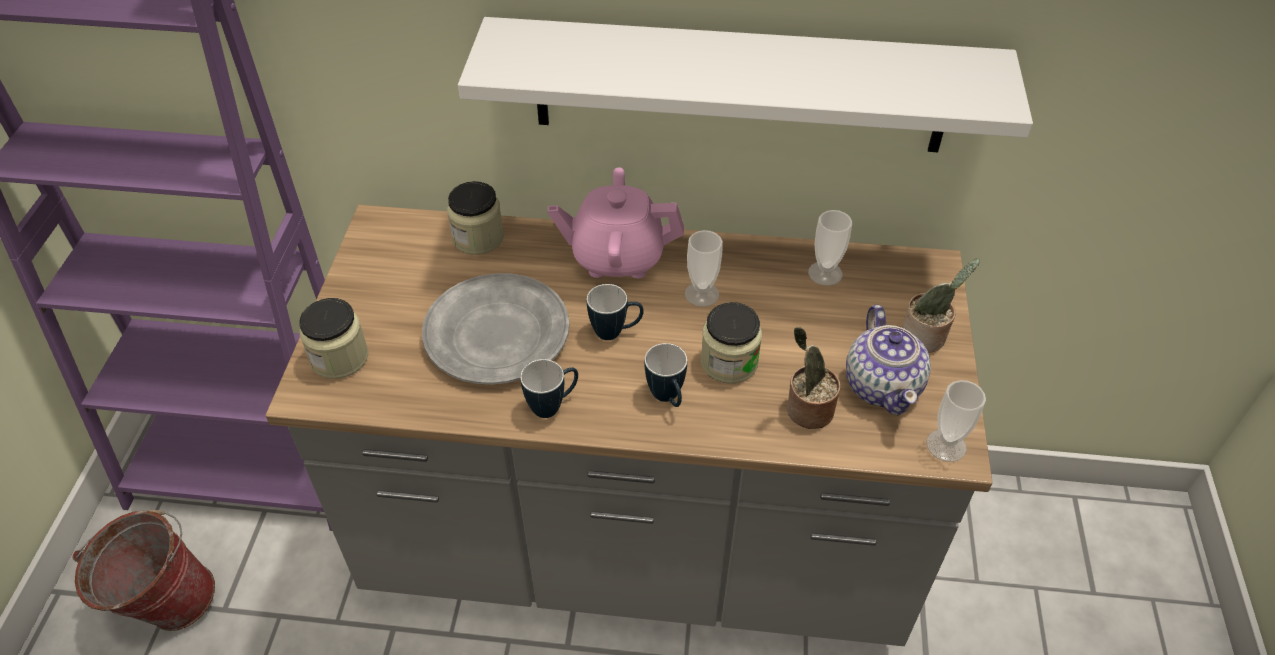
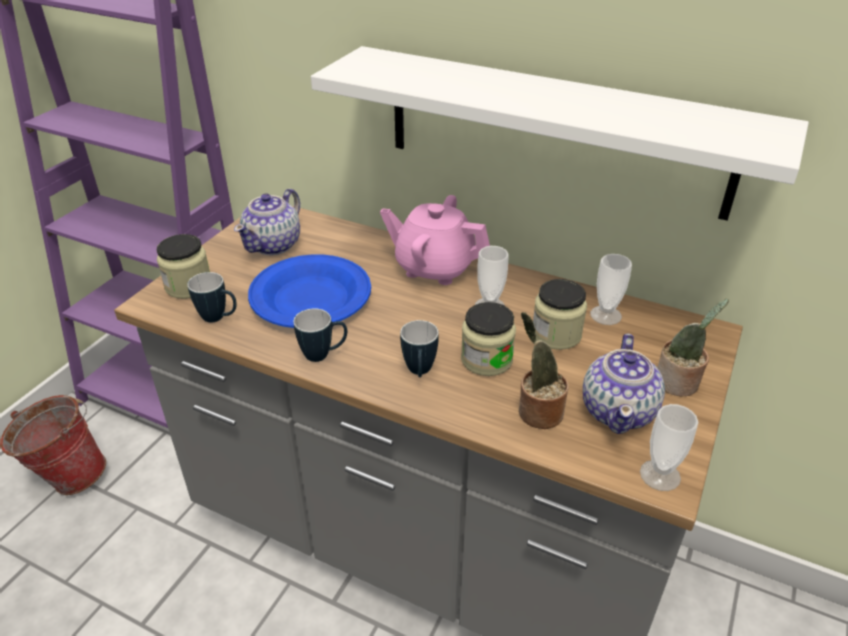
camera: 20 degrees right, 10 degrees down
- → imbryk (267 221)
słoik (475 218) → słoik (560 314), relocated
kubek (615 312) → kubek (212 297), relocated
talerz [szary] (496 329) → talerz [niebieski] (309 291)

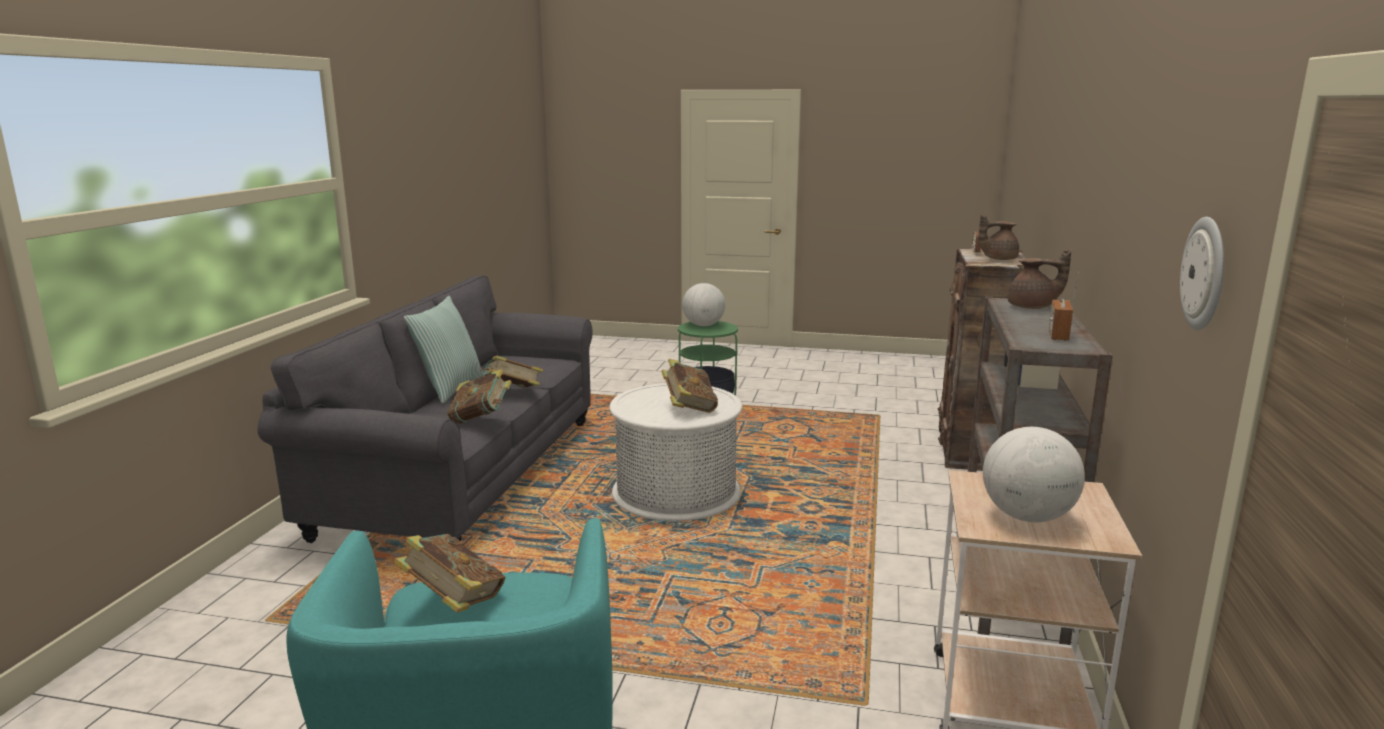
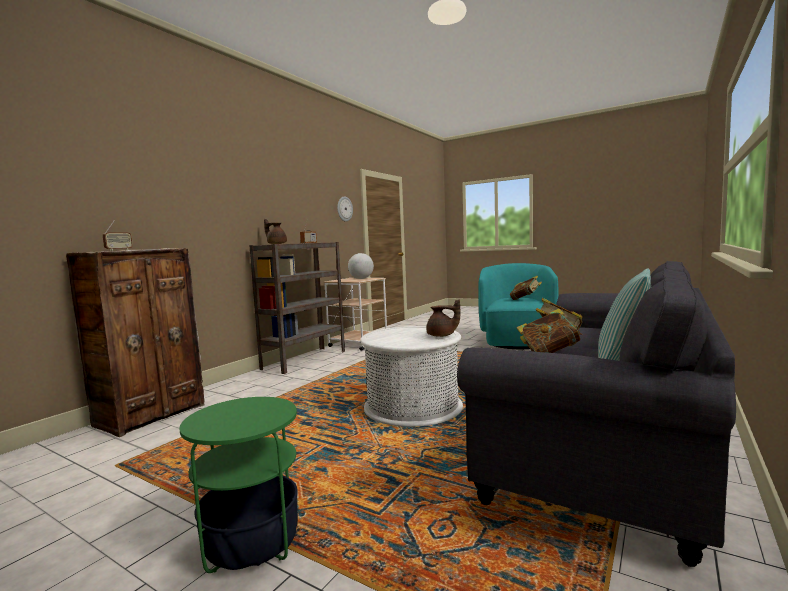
camera: 160 degrees left, 10 degrees down
książka (689 386) → -
globus (703 304) → -
imbryk [brązowy] (998 237) → imbryk [brązowy] (443 318), relocated

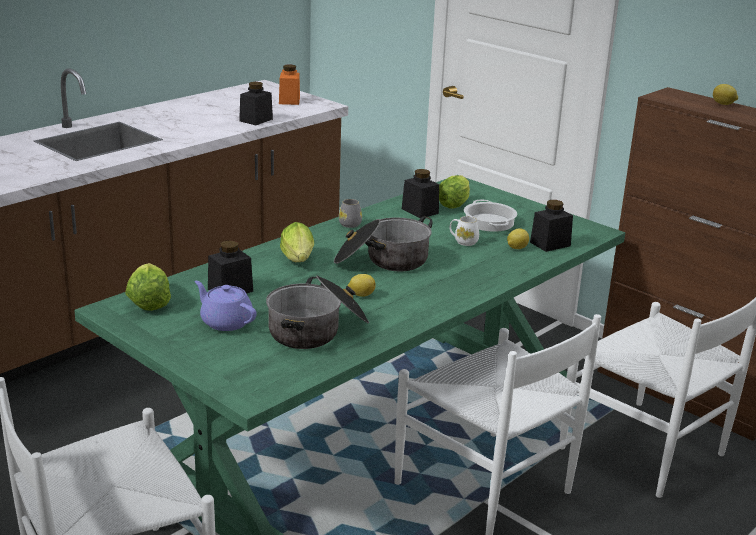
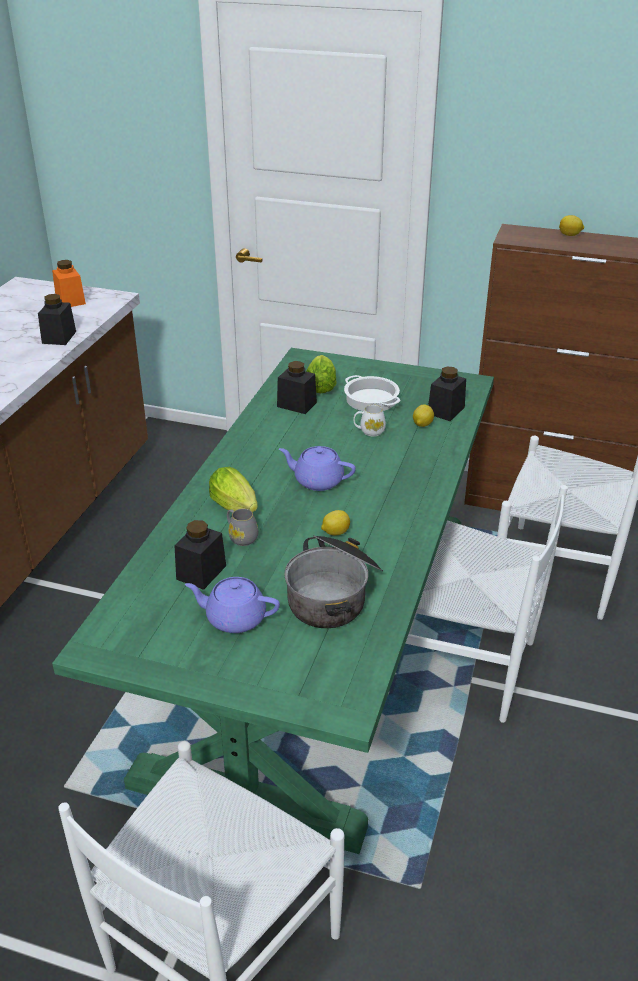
camera: 25 degrees left, 10 degrees up
sałata (148 287) → -
kubek [szary] (350 213) → kubek [szary] (242 527), relocated
garnek (383 243) → imbryk [fioletowy] (317 468)

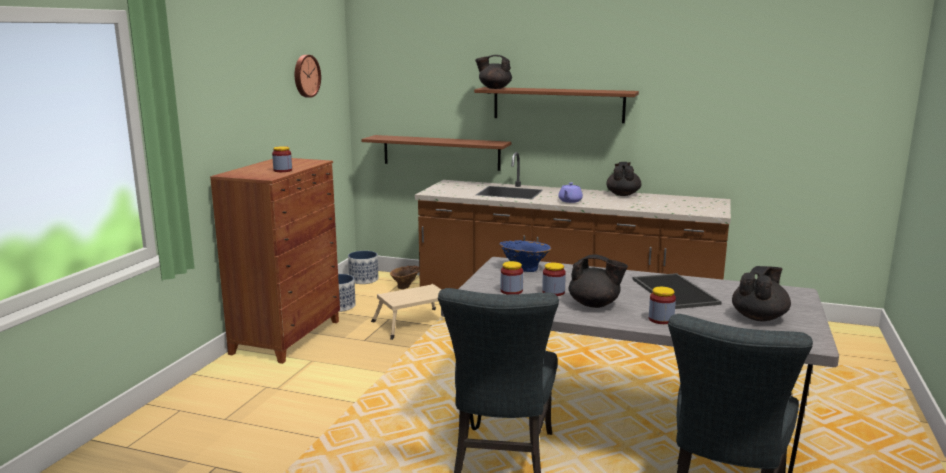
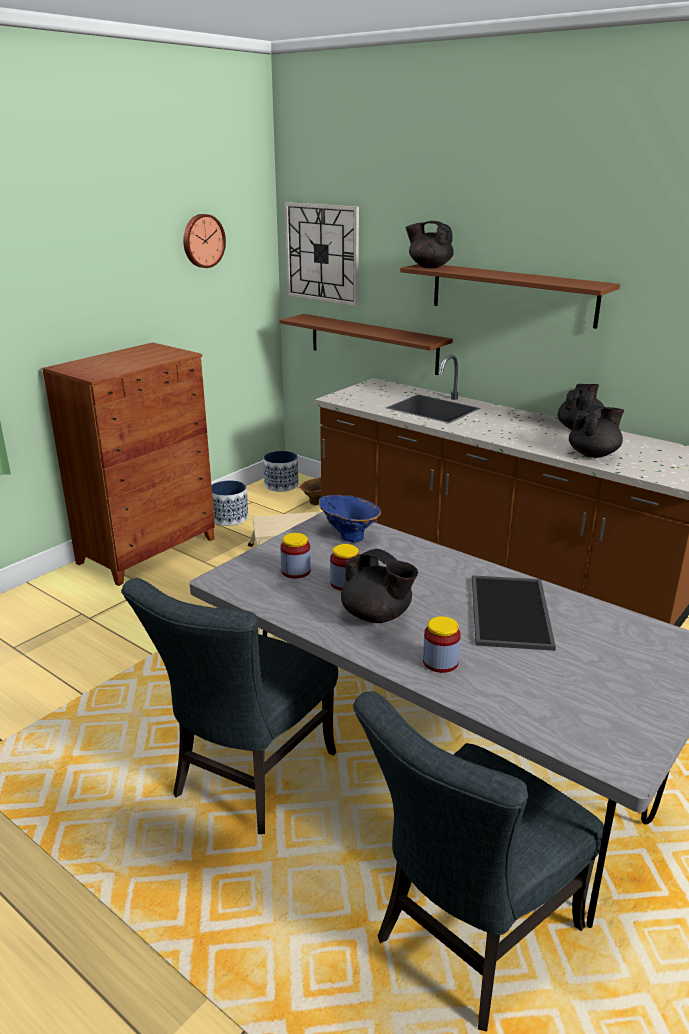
camera: 20 degrees right, 10 degrees up
słoik (282 159) → -
imbryk [fioletowy] (570 192) → -
- → zegar ścienny (321 254)
imbryk [czarny] (761 293) → imbryk [czarny] (596 431), relocated

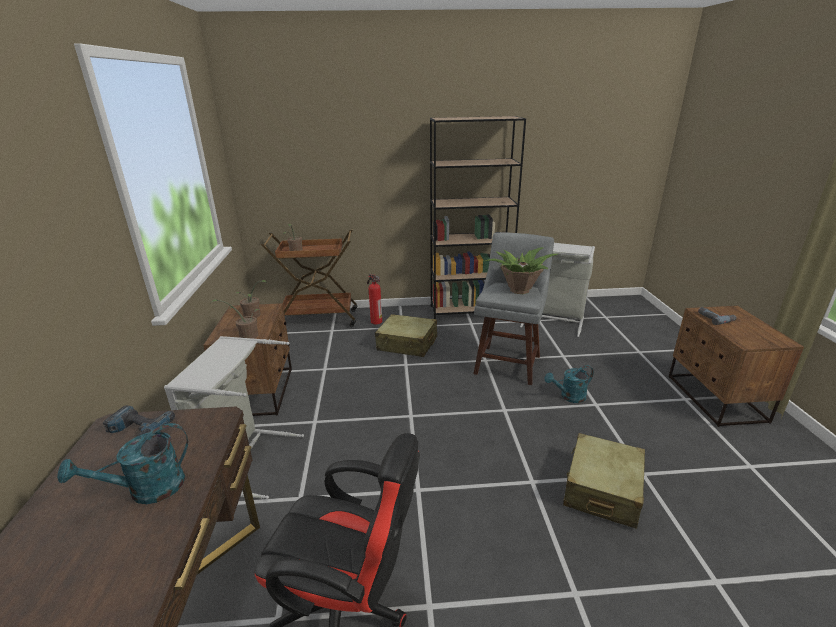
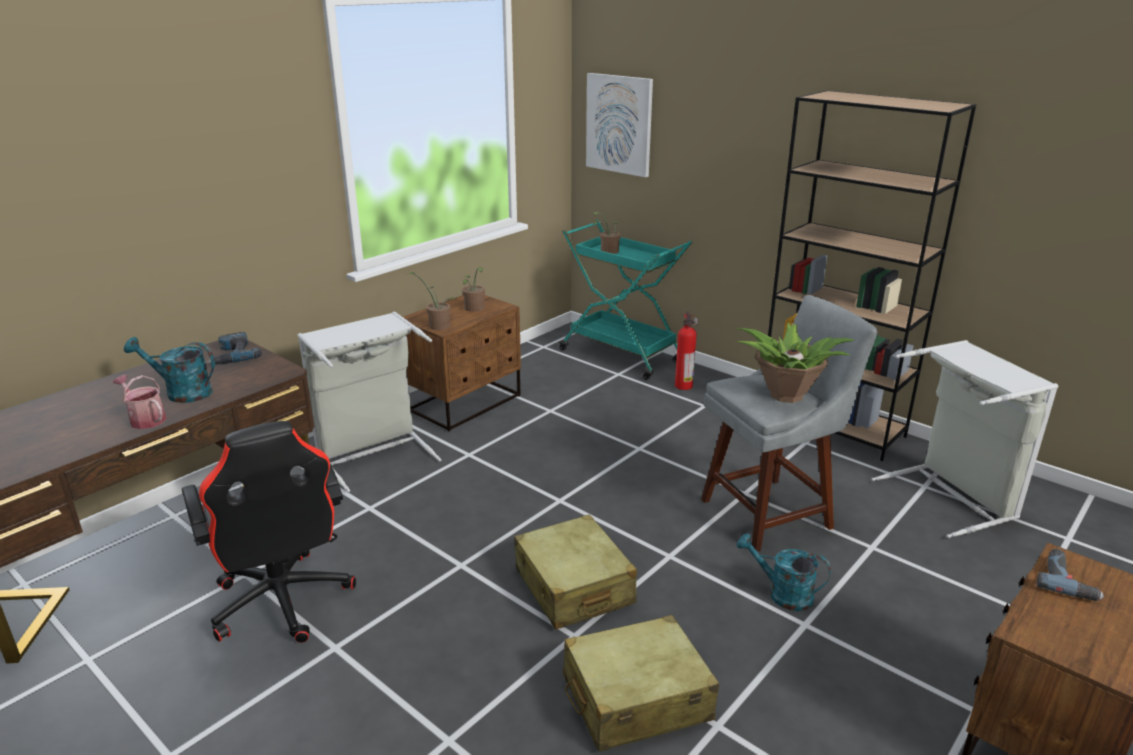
camera: 45 degrees right, 0 degrees up
- → konewka (140 402)
- → obraz (619 125)
walizka [beżowy] (406 335) → walizka [beżowy] (575 572), relocated
wózek [brązowy] (309 278) → wózek [turkusowy] (625 300)

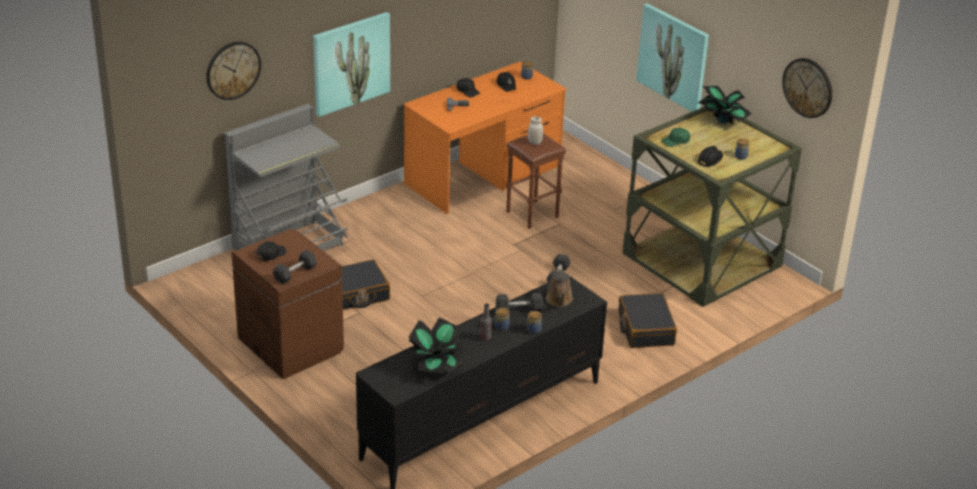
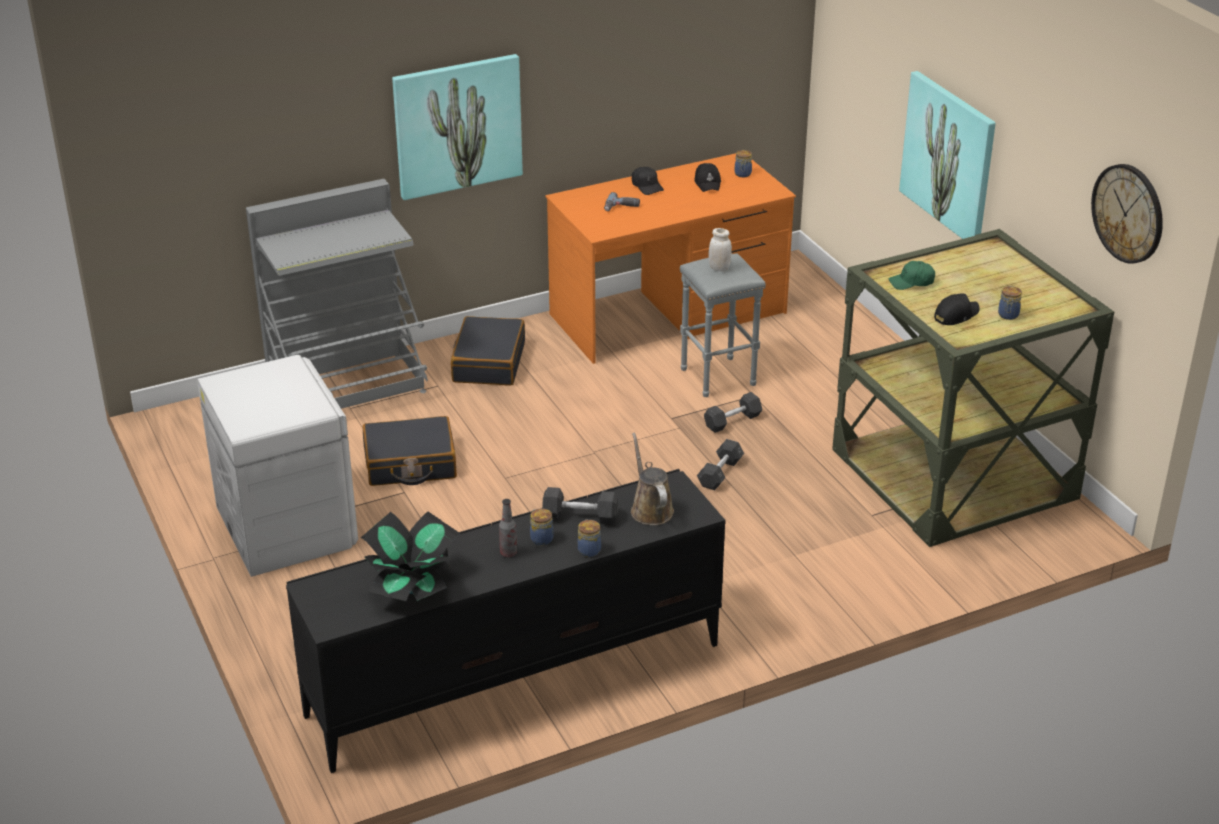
camera: 15 degrees right, 0 degrees up
zegar ścienny (233 71) → -
czapka z daszkiem [czarny] (271 251) → -
roślina doniczkowa (724 105) → -
hantel [szary] (295 267) → hantel [szary] (733 412), relocated
walizka [czarny] (648 320) → walizka [czarny] (488 351), relocated
pralka [brązowy] (288 304) → pralka [biały] (277 466)
stołek [brązowy] (536 181) → stołek [szary] (723 325)
konewka [brązowy] (559 286) → konewka [brązowy] (652 478), 150 degrees clockwise

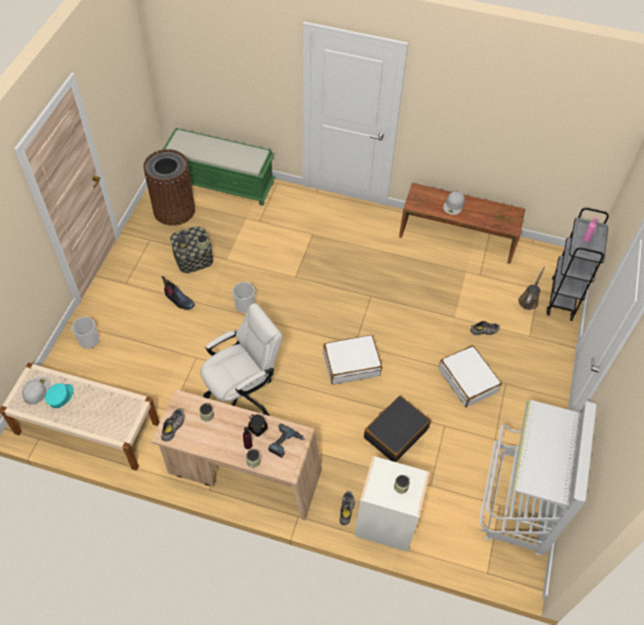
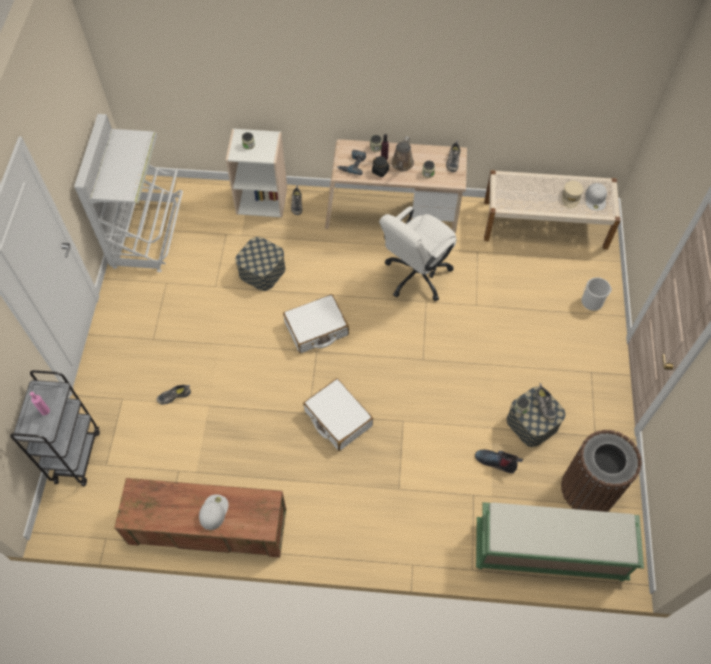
camera: 170 degrees right, 5 degrees up
wiadro (244 297) → -
but z cholewką (178 293) → but z cholewką (499 461), relocated
walizka [biały] (470 376) → walizka [biały] (338 414), relocated
konewka [brązowy] (531 288) → konewka [brązowy] (402 153), relocated
walizka [czarny] (397 429) → pojemnik do przechowywania (260 264)
czapka z daszkiem [turkusowy] (59 395) → czapka z daszkiem [beżowy] (572 195)

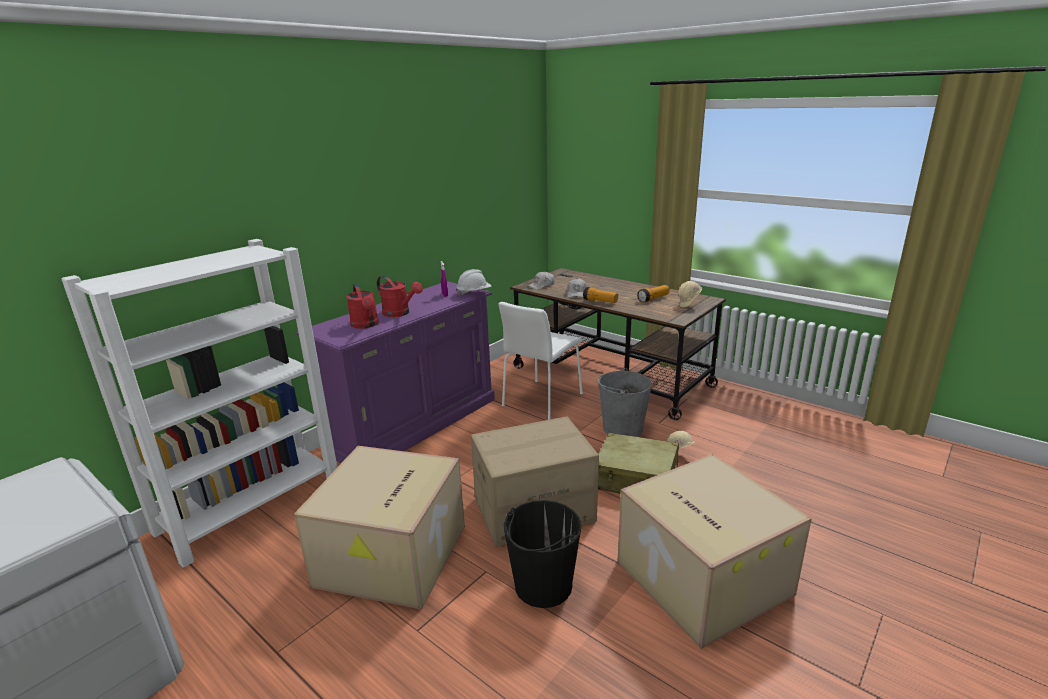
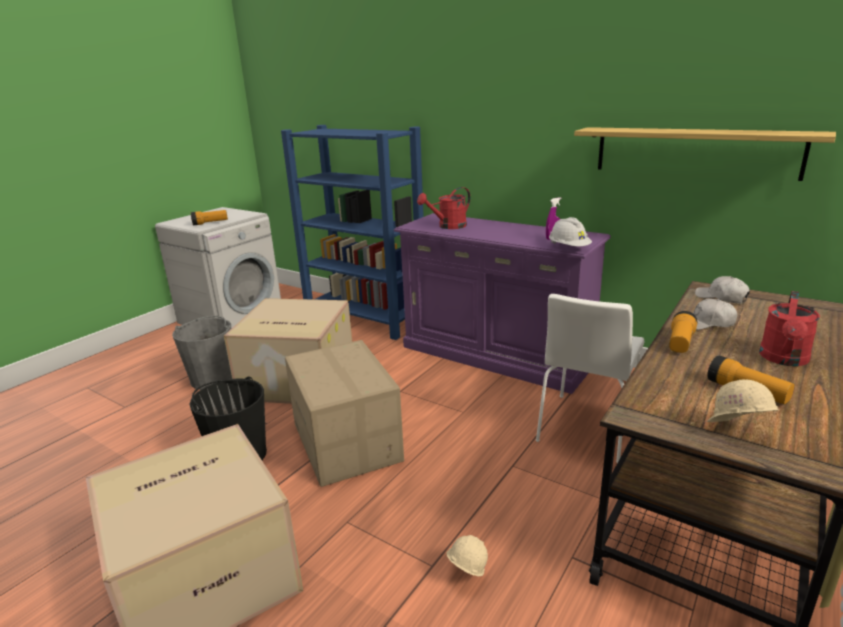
camera: 85 degrees right, 0 degrees up
walizka [beżowy] (638 463) → -
- → latarka (209 217)
- → półka (705 154)
konewka [czerwony] (400 296) → konewka [czerwony] (789 328), relocated
wiadro [szary] (624 402) → wiadro [szary] (202 353), relocated
regał [biały] (199 403) → regał [niebieski] (352 232)
krzesło [biały] (540 361) → krzesło [biały] (590 378), 90 degrees counterclockwise

